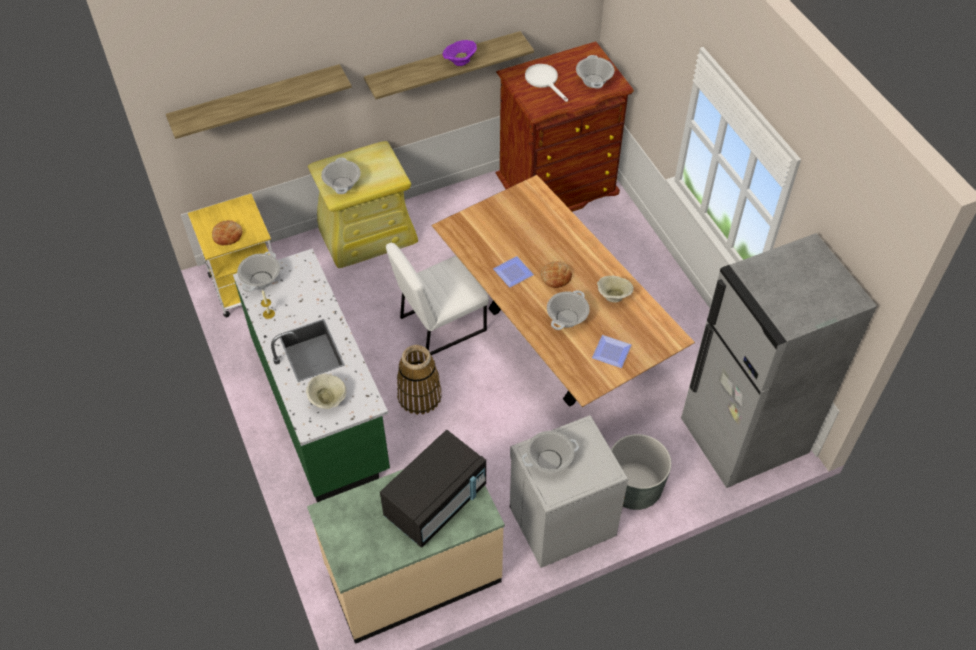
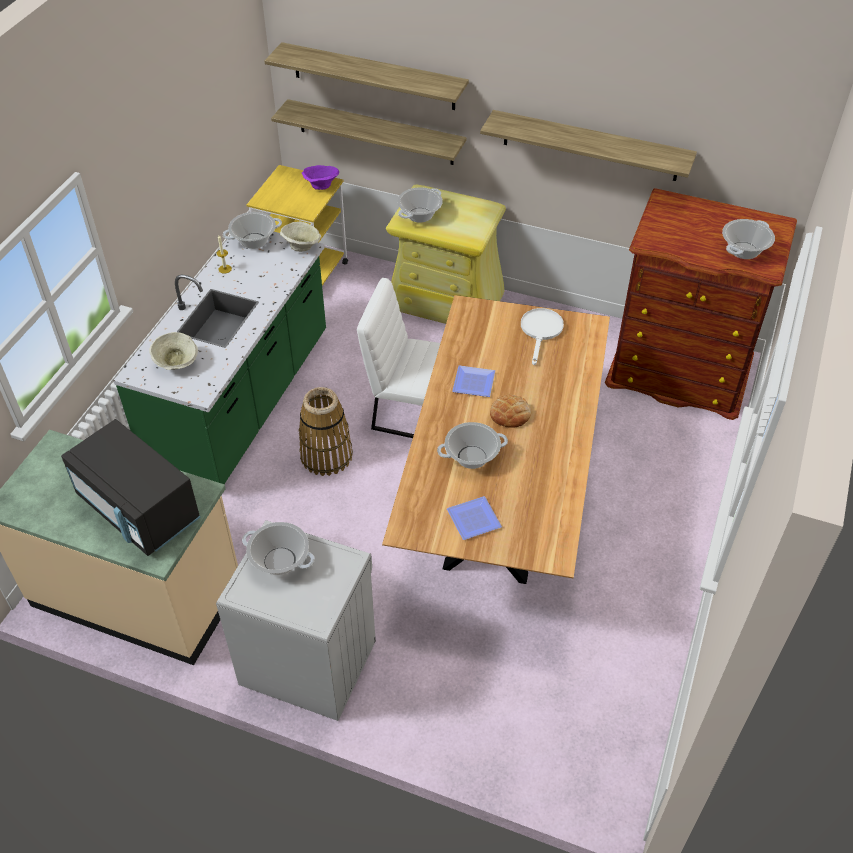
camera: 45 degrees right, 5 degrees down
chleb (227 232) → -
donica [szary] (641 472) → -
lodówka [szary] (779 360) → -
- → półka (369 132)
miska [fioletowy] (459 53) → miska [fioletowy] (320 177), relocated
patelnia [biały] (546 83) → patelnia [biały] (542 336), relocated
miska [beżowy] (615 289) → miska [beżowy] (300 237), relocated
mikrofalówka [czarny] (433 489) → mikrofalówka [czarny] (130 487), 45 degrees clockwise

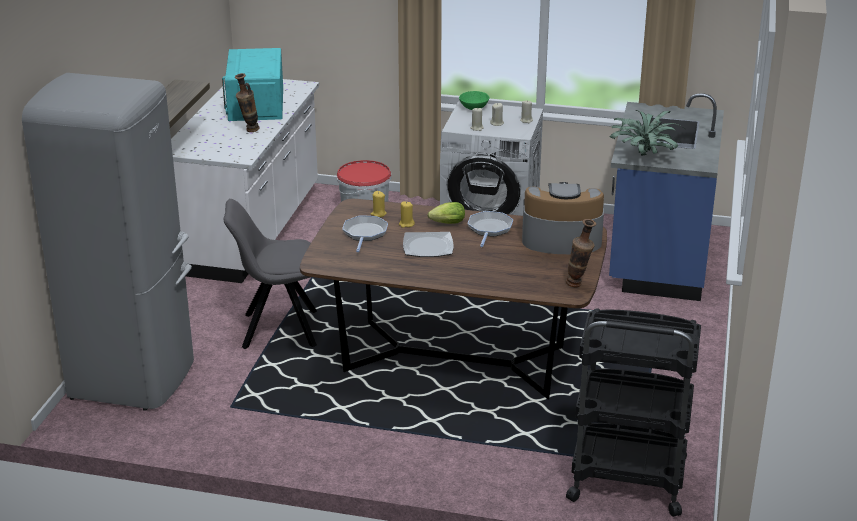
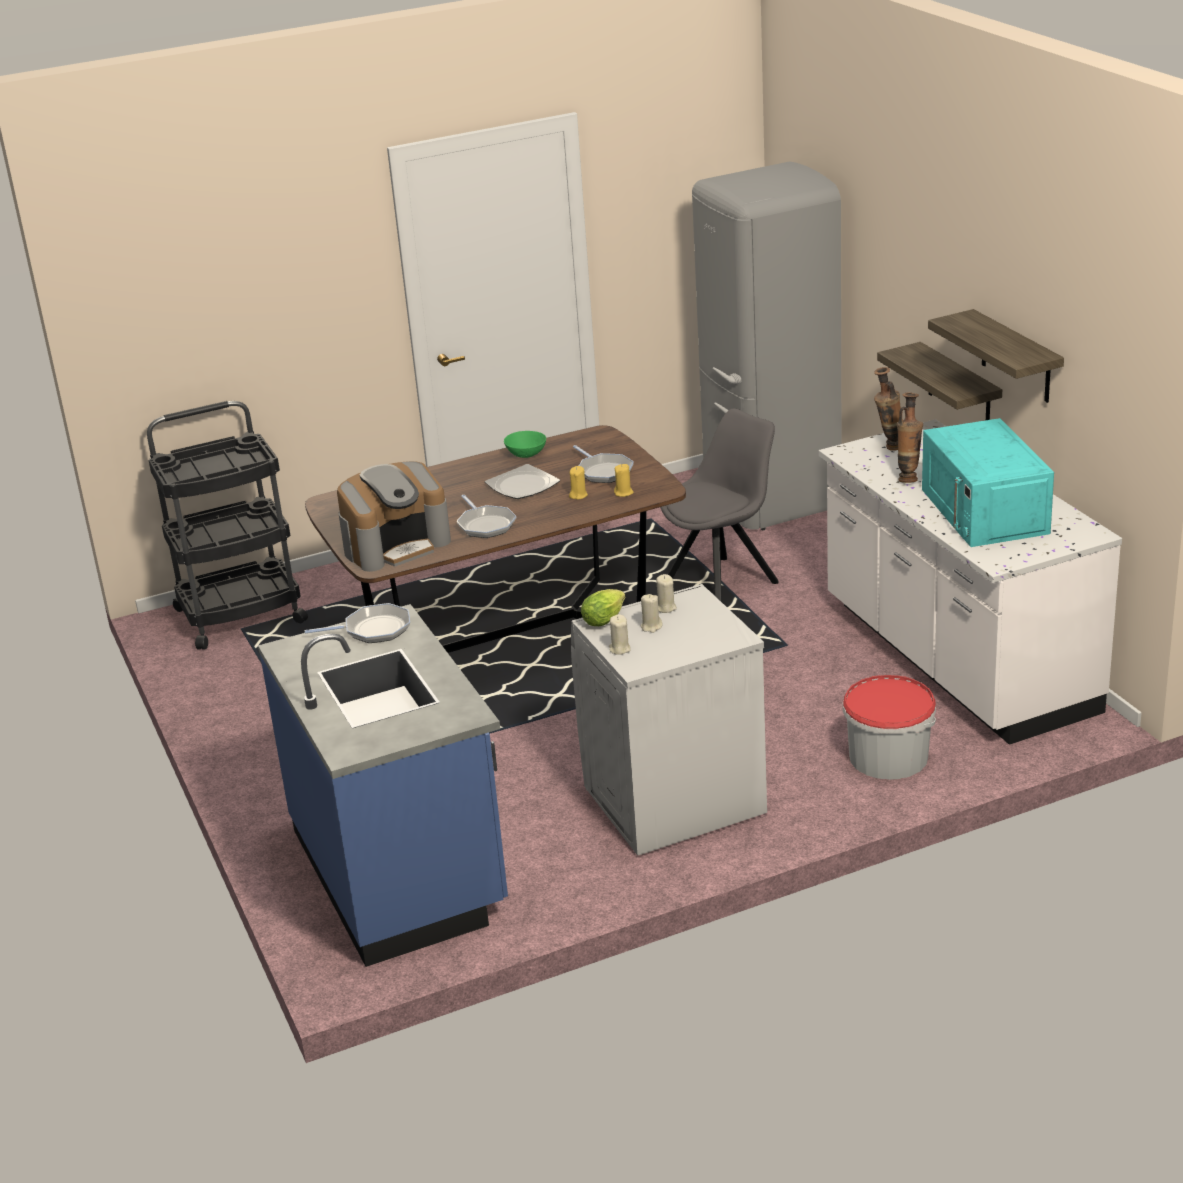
camera: 145 degrees right, 0 degrees up
- → półka (996 356)
sałata (446 213) → sałata (603 607), relocated
miska [zielony] (474 100) → miska [zielony] (525 444), relocated
wazon (581 253) → wazon (887 409), relocated
roślina doniczkowa (647 133) → patelnia (357 623)
mikrofalówka [turkusowy] (252 84) → mikrofalówka [turkusowy] (988 482), 150 degrees counterclockwise

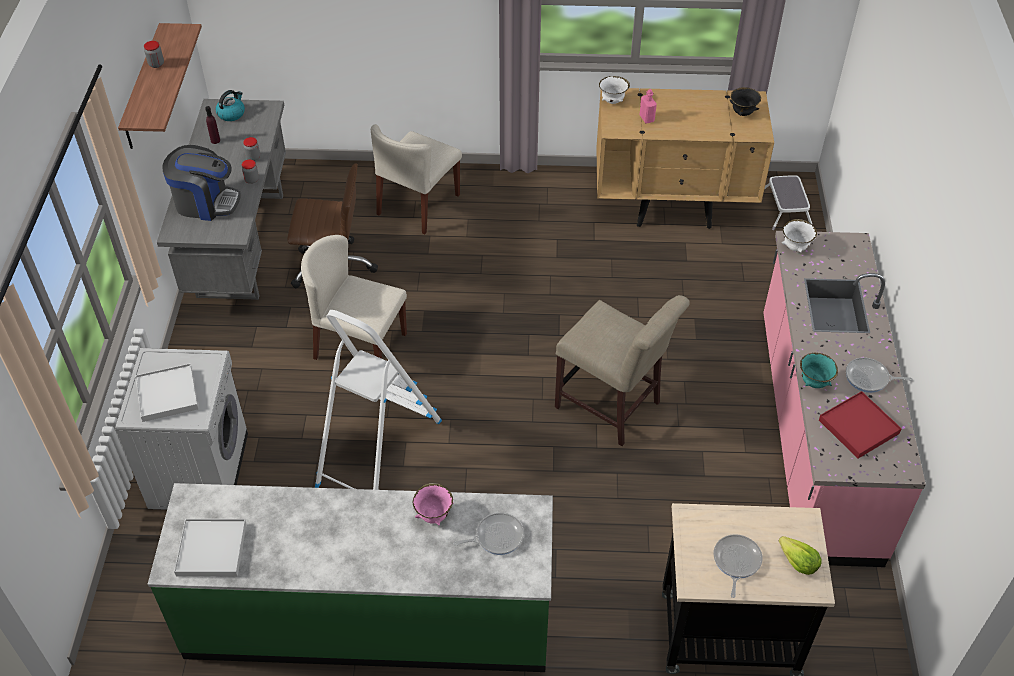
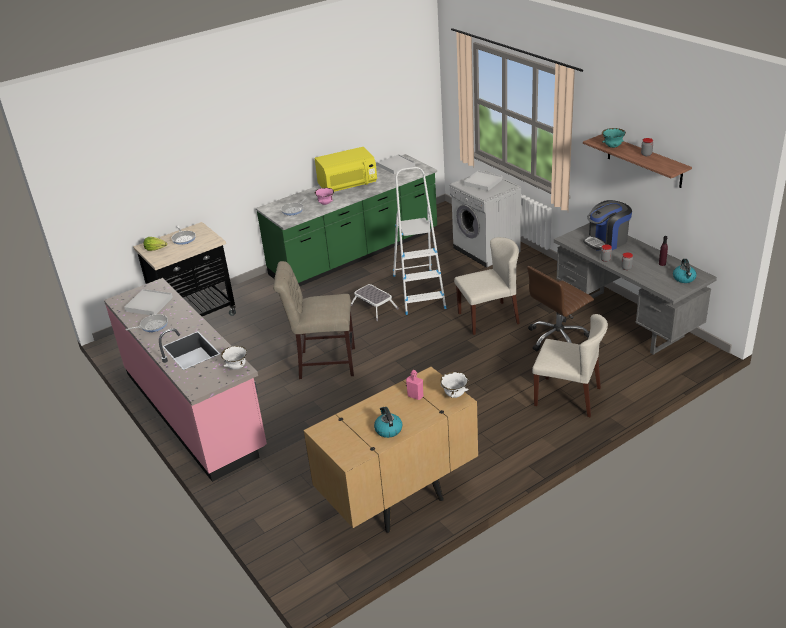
camera: 145 degrees right, 15 degrees down
miska [czarny] (745 101) → -
- → mikrofalówka [żółty] (346 169)
- → czajnik (388 422)
drabinka [szary] (789 202) → drabinka [szary] (375 302), relocated
miska [turkusowy] (819 370) → miska [turkusowy] (614 138), relocated
taca [czerwony] (860 425) → taca [biały] (148 302)
krzesło [beżowy] (416 179) → krzesło [beżowy] (570 365), 120 degrees clockwise

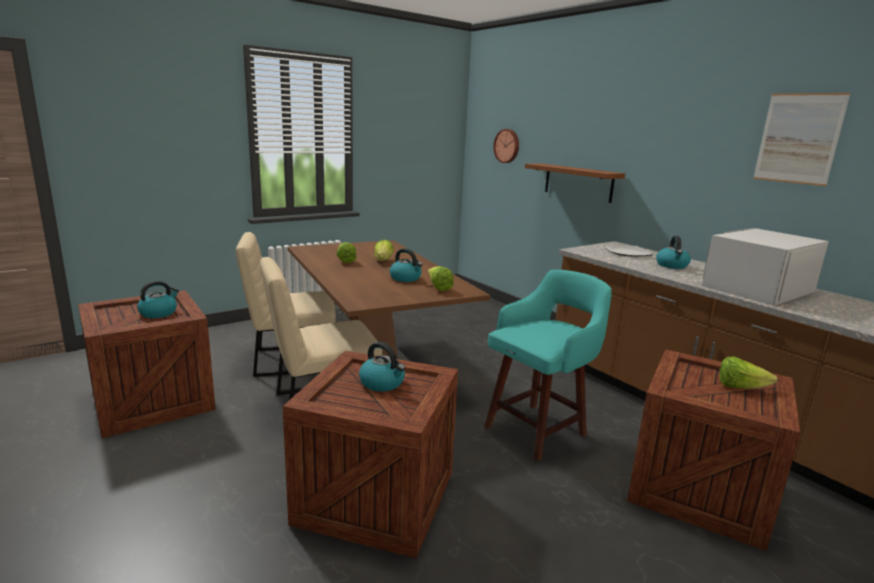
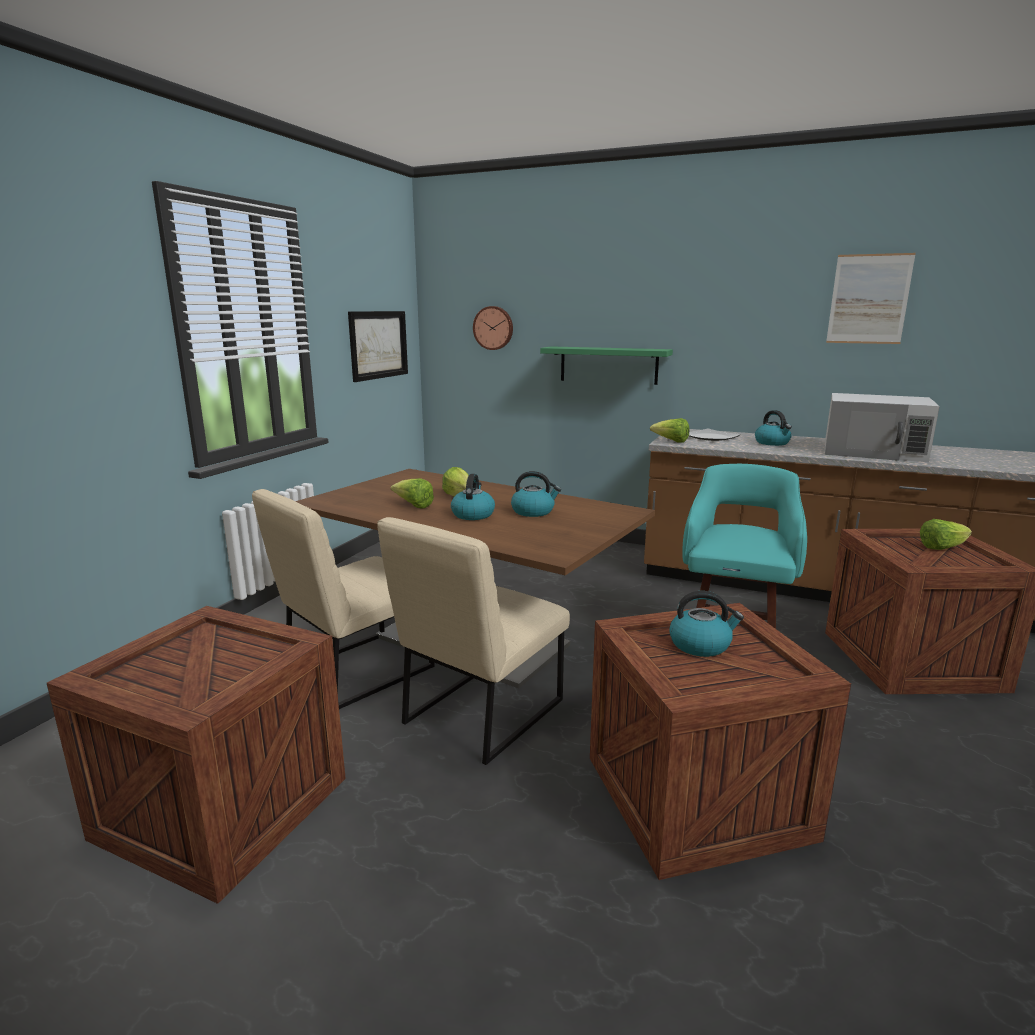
camera: 30 degrees left, 0 degrees up
- → obraz (378 346)
czajnik (158 299) → czajnik (473 497), relocated
sałata (440 278) → sałata (669 430), relocated
półka [brązowy] (575 183) → półka [zielony] (606 365)
mikrofalówka [biały] (765 267) → mikrofalówka [biały] (882 427), 90 degrees counterclockwise

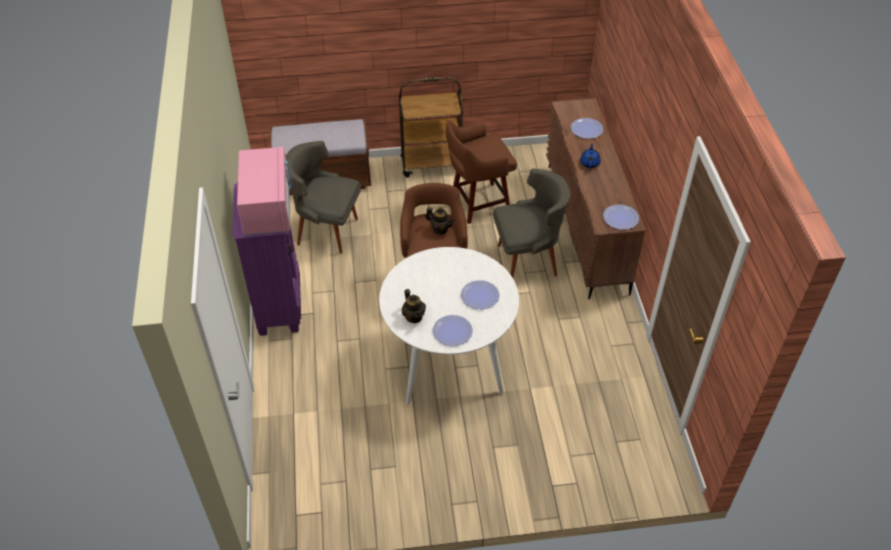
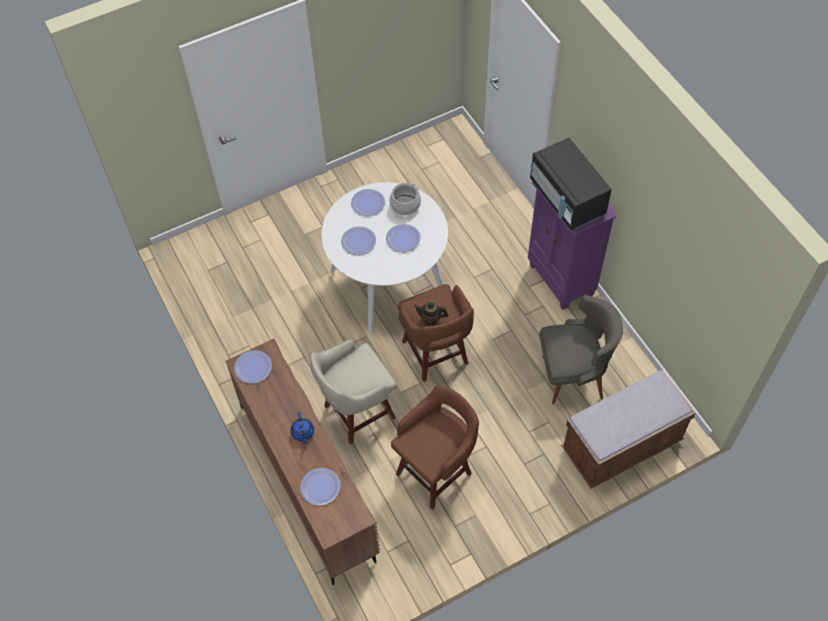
camera: 160 degrees right, 10 degrees up
wózek [brązowy] (431 127) → -
- → talerz (403 238)
imbryk (414 306) → garnek (405 199)
krzesło [szary] (531 223) → stołek [beżowy] (353 392)
mikrofalówka [różowy] (264 191) → mikrofalówka [czarny] (571 184)

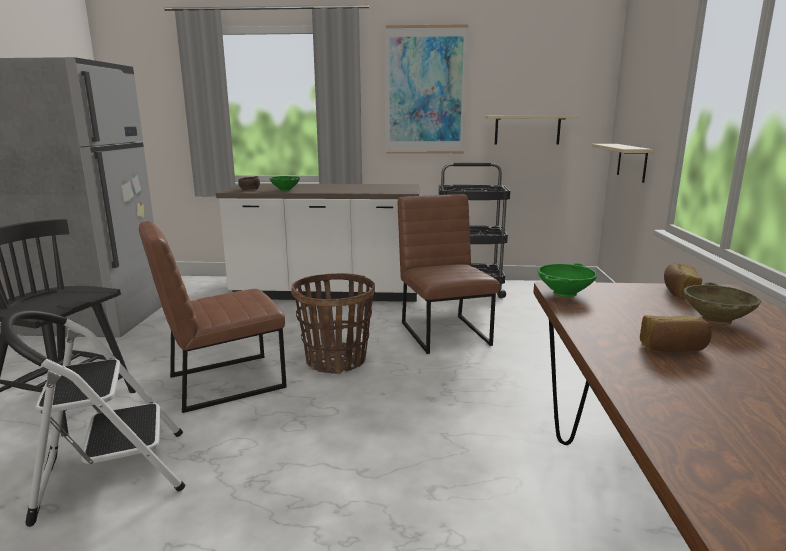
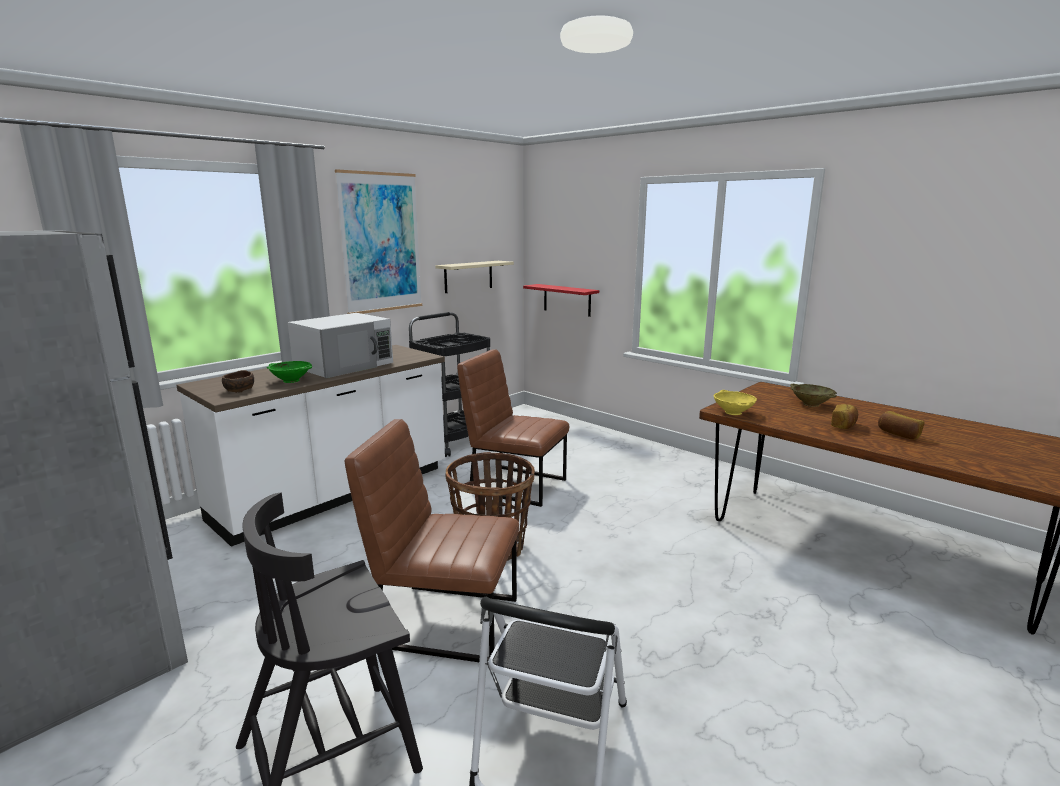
camera: 50 degrees left, 0 degrees up
- → mikrofalówka [biały] (340 345)
chleb (683 280) → chleb (901 425), relocated
miska [zielony] (567 280) → miska [żółty] (735 402)
półka [beżowy] (623 163) → półka [czerwony] (561 300)
krzesło [brązowy] (213 317) → krzesło [brązowy] (432 540), 90 degrees clockwise

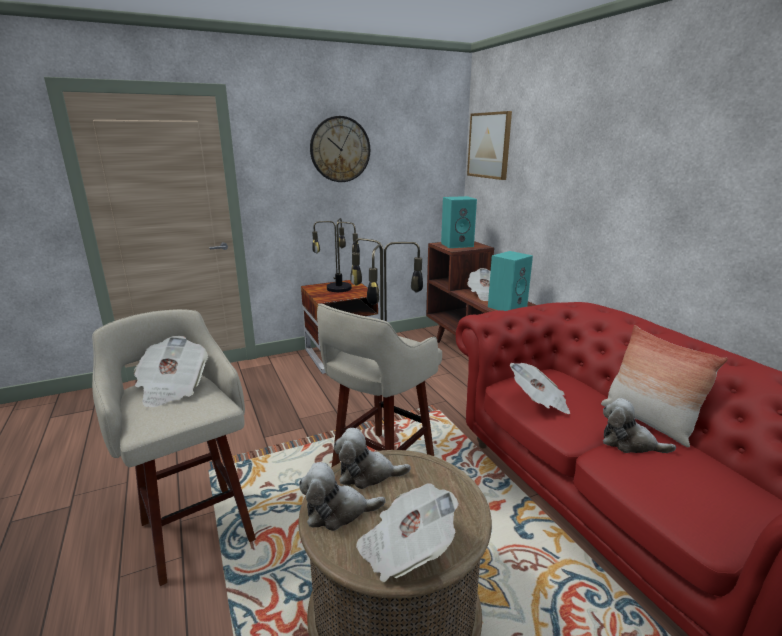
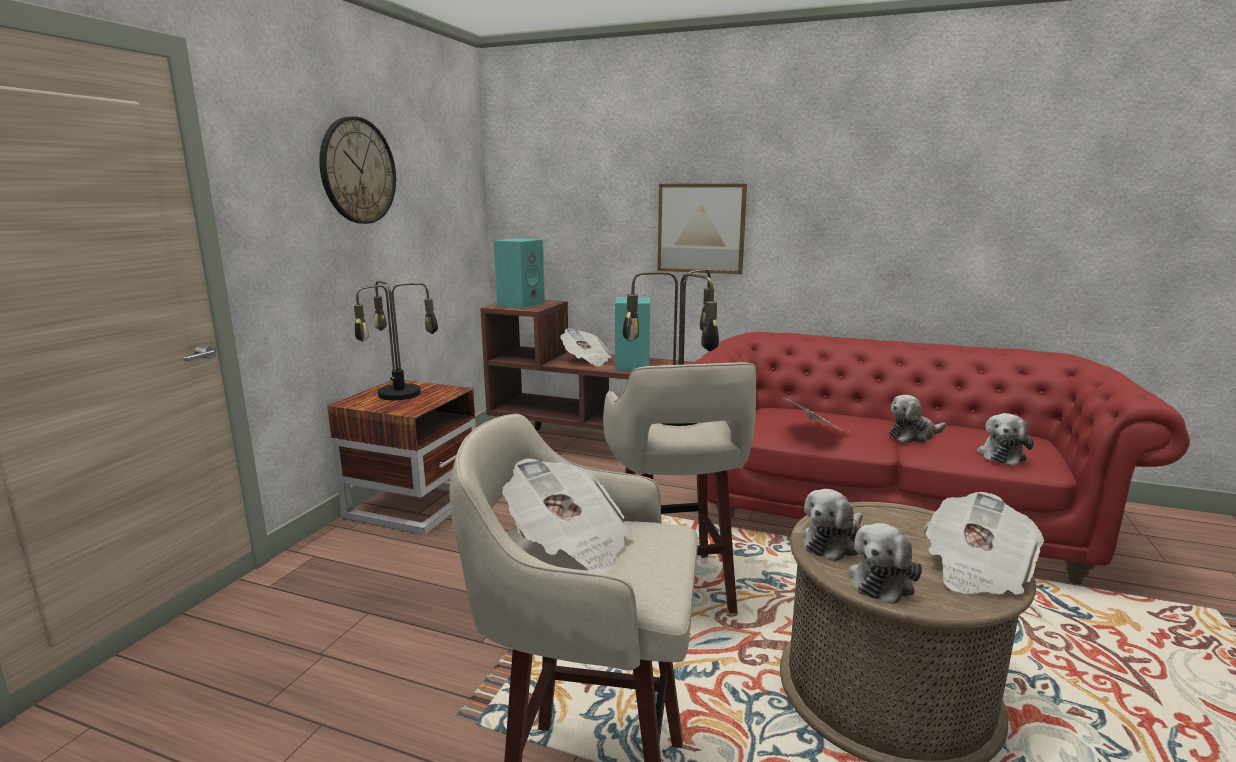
camera: 45 degrees left, 5 degrees down
poduszka (664 386) → -
- → pluszak (1005 439)
obraz (489 145) → obraz (702 229), relocated

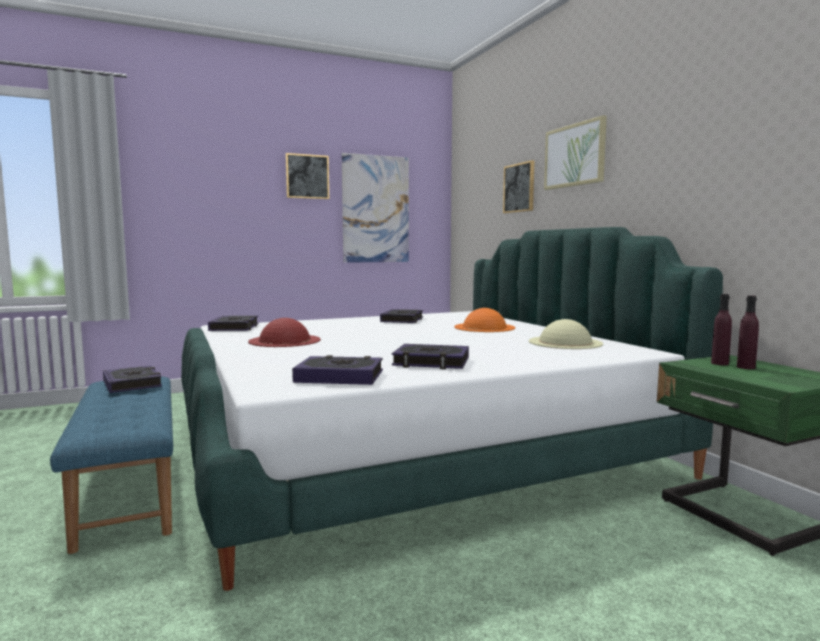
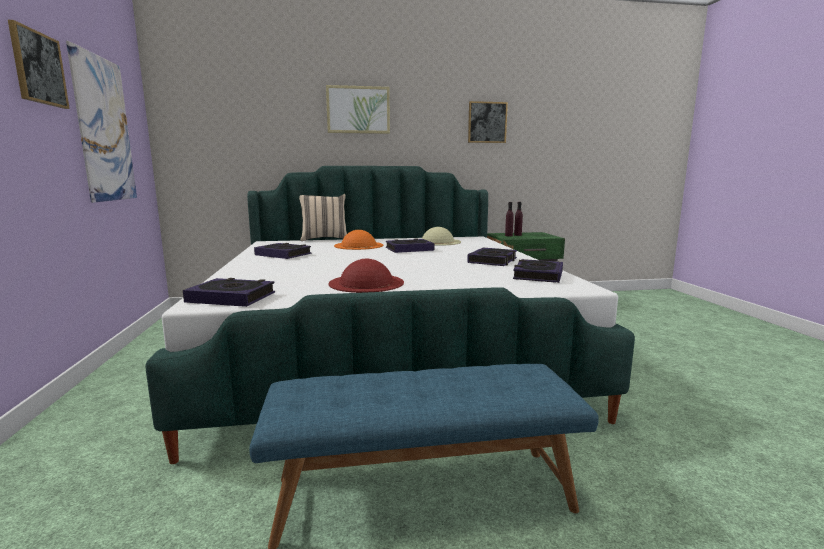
camera: 75 degrees left, 5 degrees up
- → poduszka [beżowy] (323 217)
książka (132 379) → książka (410 246), relocated
obraz (518 186) → obraz (488 122), relocated

